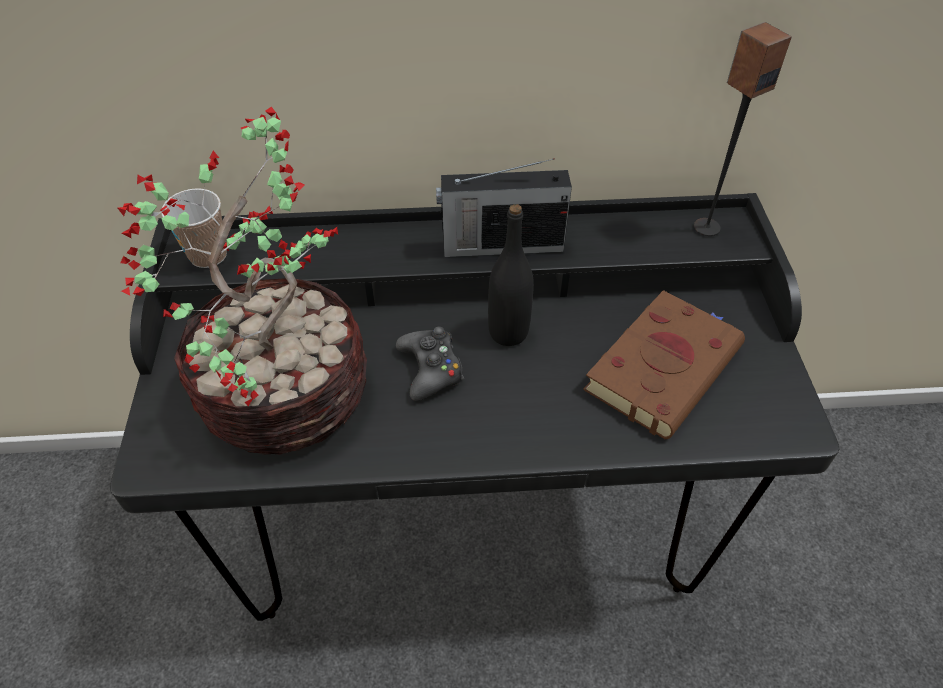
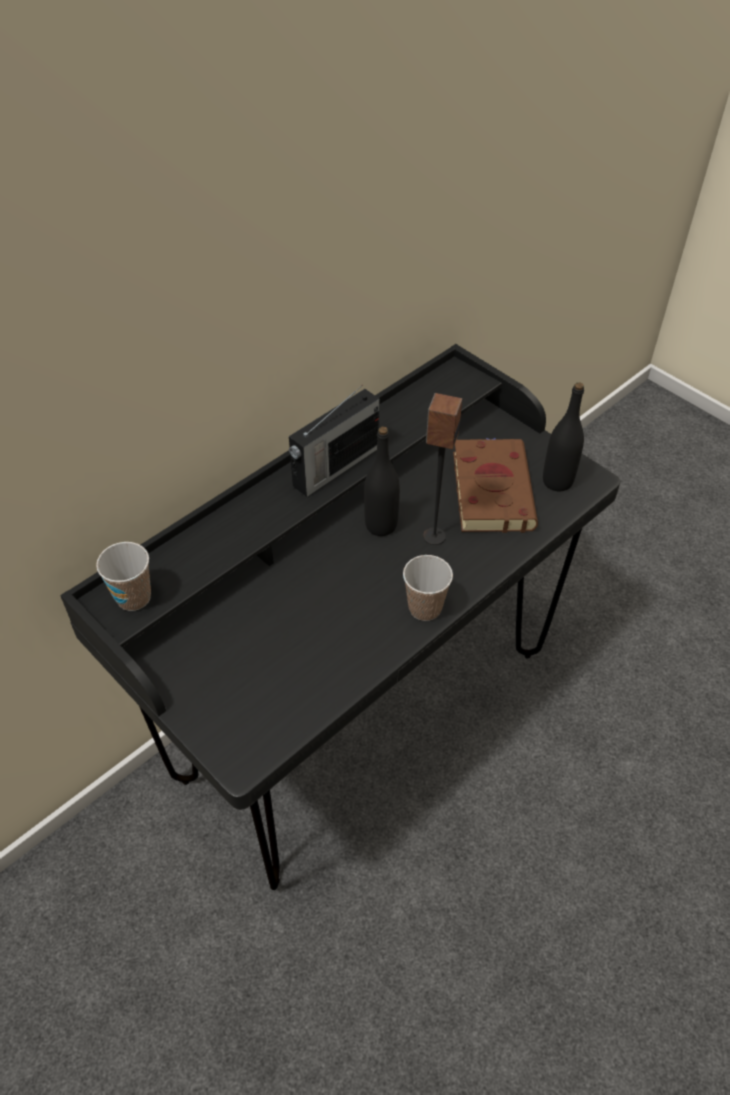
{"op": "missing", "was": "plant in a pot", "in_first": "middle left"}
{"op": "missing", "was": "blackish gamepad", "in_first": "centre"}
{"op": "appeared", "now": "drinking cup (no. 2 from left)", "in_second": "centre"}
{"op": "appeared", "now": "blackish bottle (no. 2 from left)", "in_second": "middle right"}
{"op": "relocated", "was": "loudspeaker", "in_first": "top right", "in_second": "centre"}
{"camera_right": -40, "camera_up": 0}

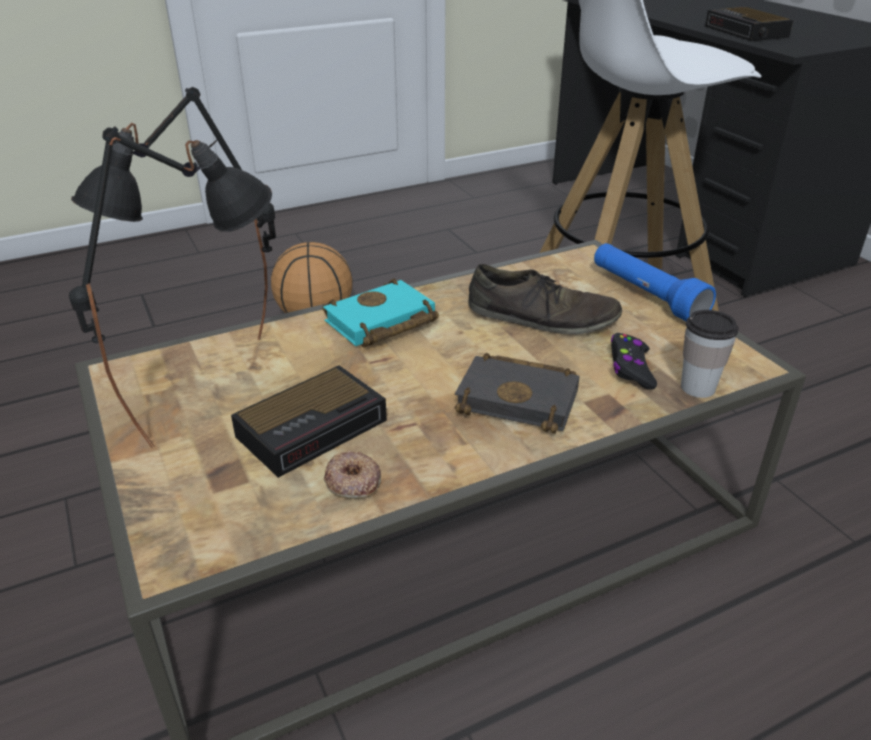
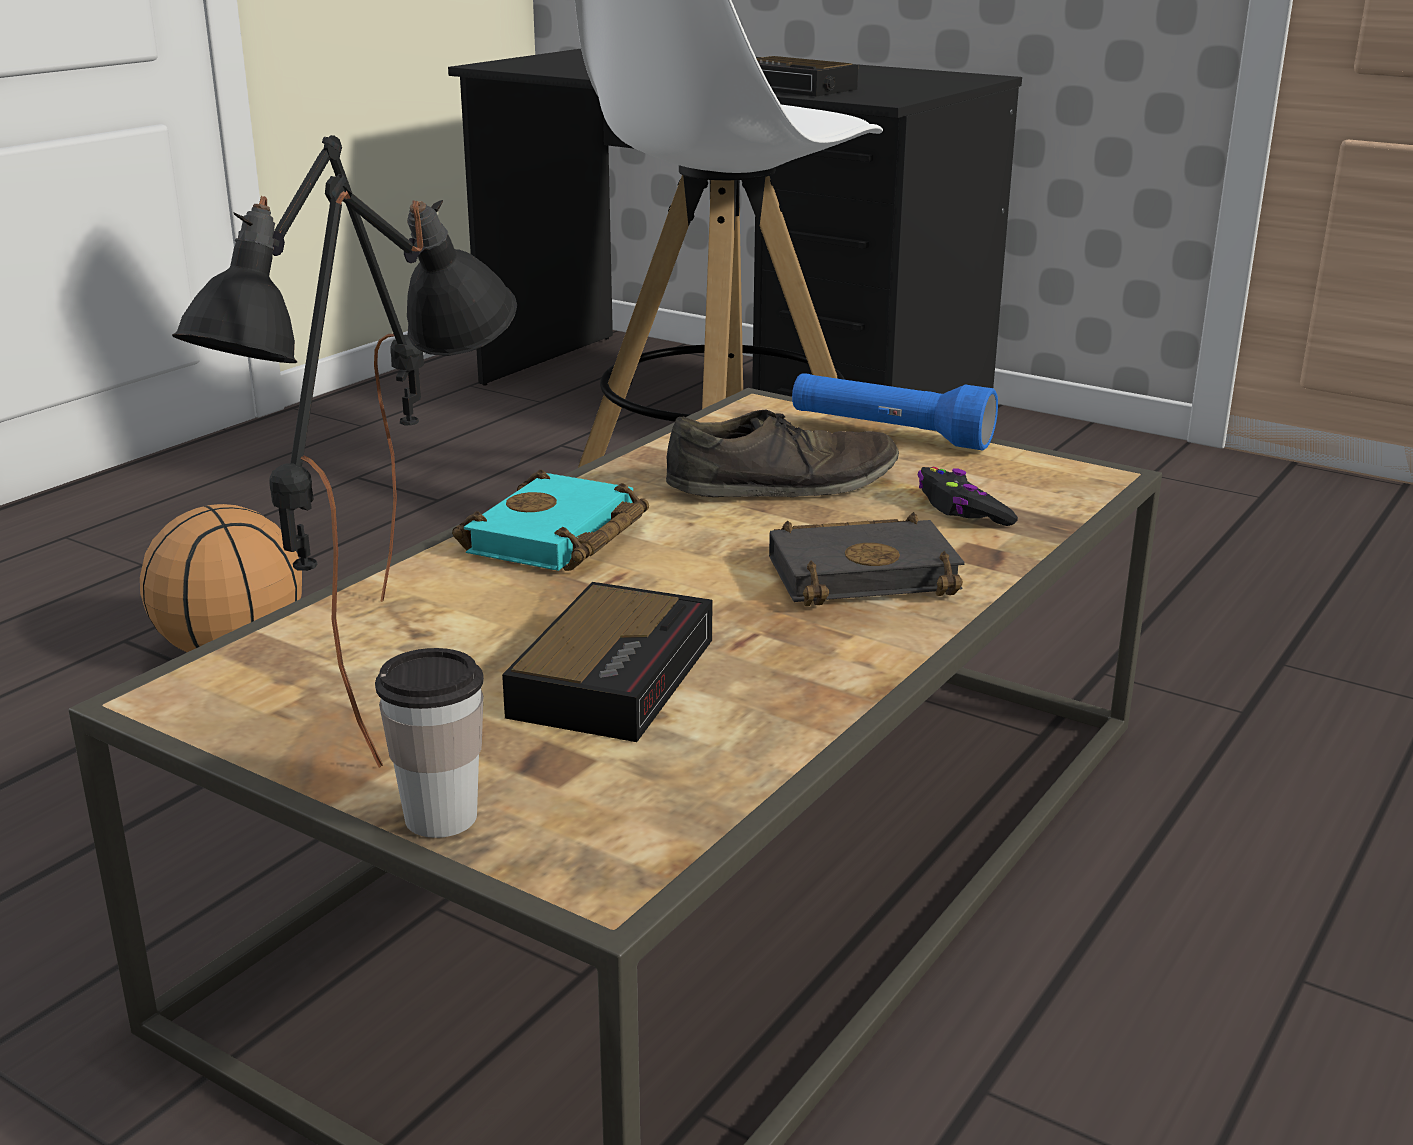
{"op": "missing", "was": "doughnut", "in_first": "centre"}
{"op": "relocated", "was": "drinking cup", "in_first": "middle right", "in_second": "middle left"}
{"camera_right": -30, "camera_up": -10}

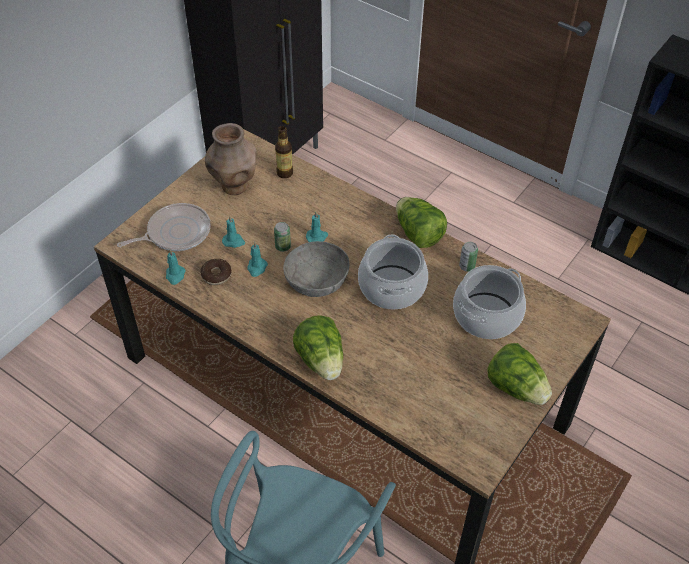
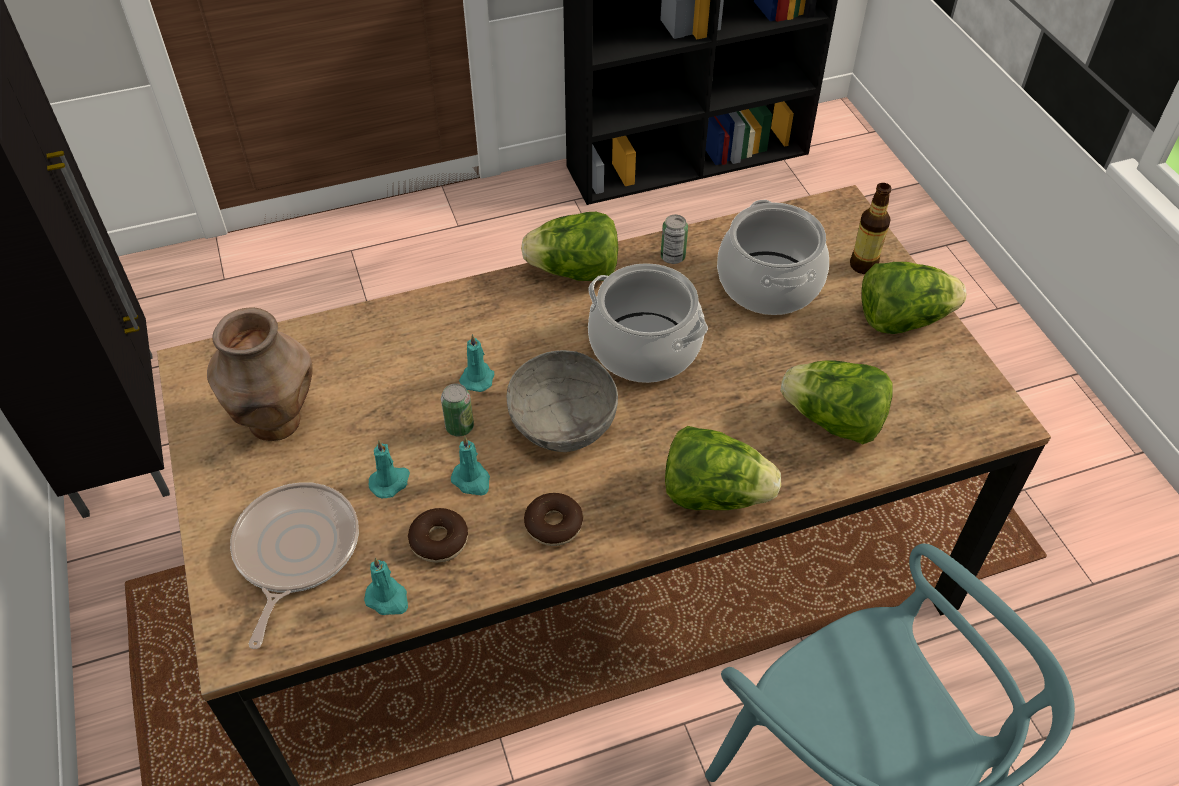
{"op": "appeared", "now": "doughnut (no. 2 from left)", "in_second": "centre"}
{"op": "appeared", "now": "lettuce head (no. 3 from left)", "in_second": "middle right"}
{"op": "relocated", "was": "bottle", "in_first": "top centre", "in_second": "top right"}
{"camera_right": -55, "camera_up": 0}

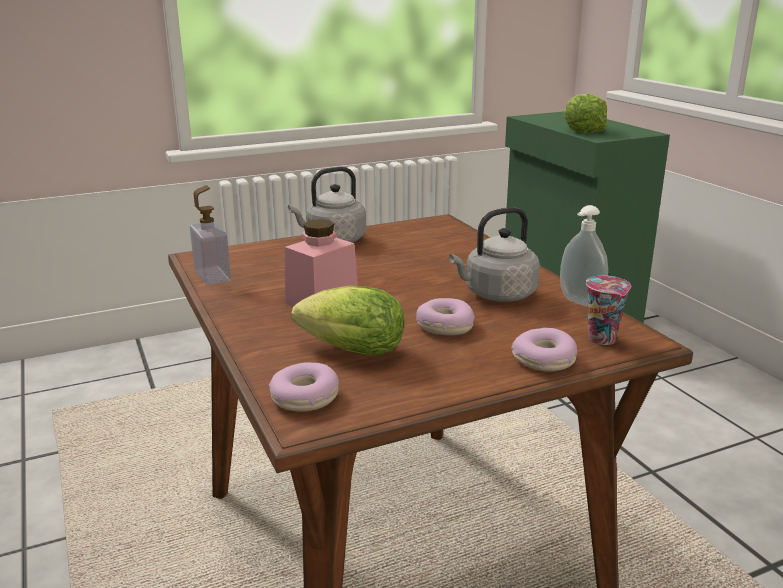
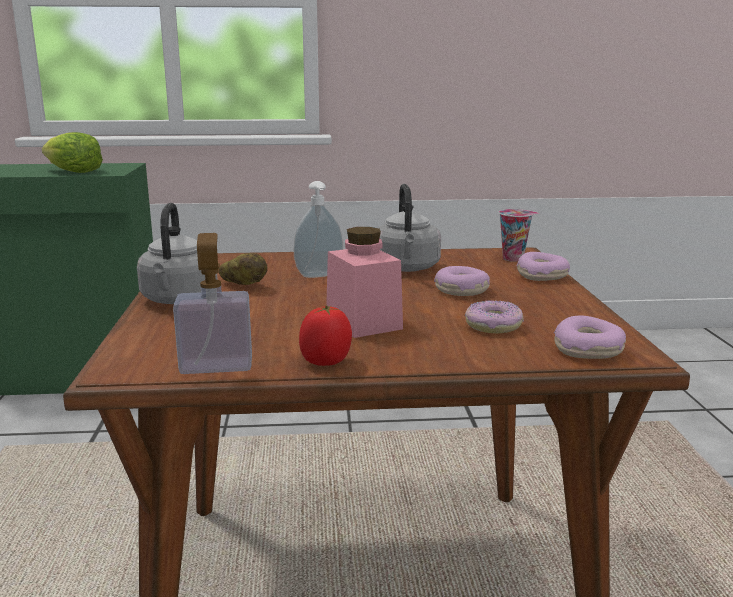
{"op": "appeared", "now": "whole potato", "in_second": "middle left"}
{"op": "appeared", "now": "tomato", "in_second": "centre"}
{"op": "relocated", "was": "soap bottle (no. 2 from left)", "in_first": "middle right", "in_second": "centre"}
{"op": "exchanged", "was": "lettuce head (no. 1 from left)", "now": "doughnut (no. 2 from left)", "in_first": "centre", "in_second": "middle right"}
{"camera_right": -70, "camera_up": -5}

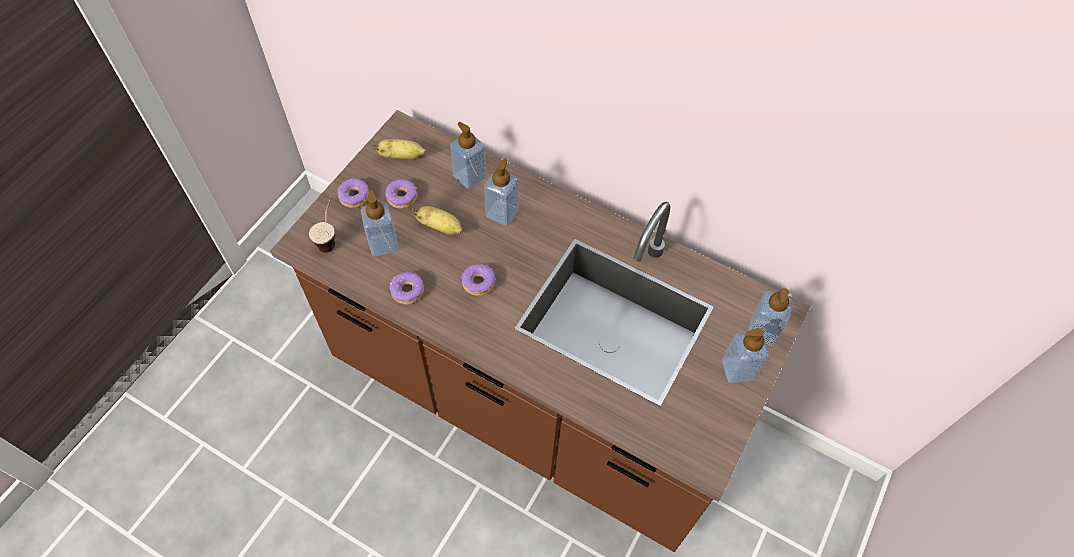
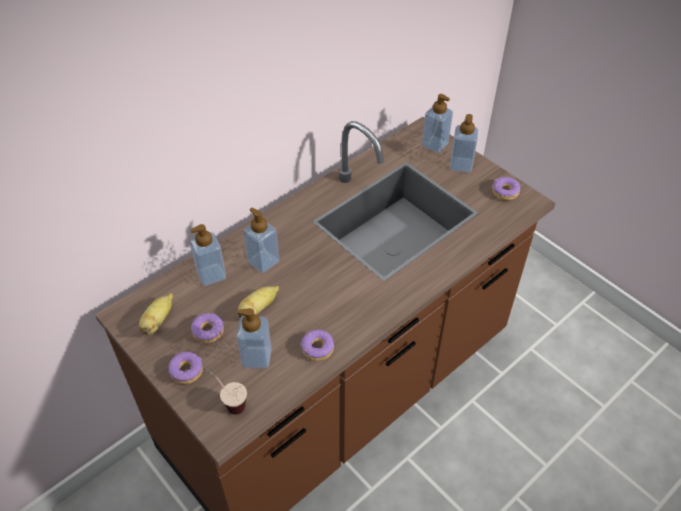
{"op": "relocated", "was": "doughnut (no. 4 from left)", "in_first": "centre", "in_second": "middle right"}
{"camera_right": -70, "camera_up": -10}

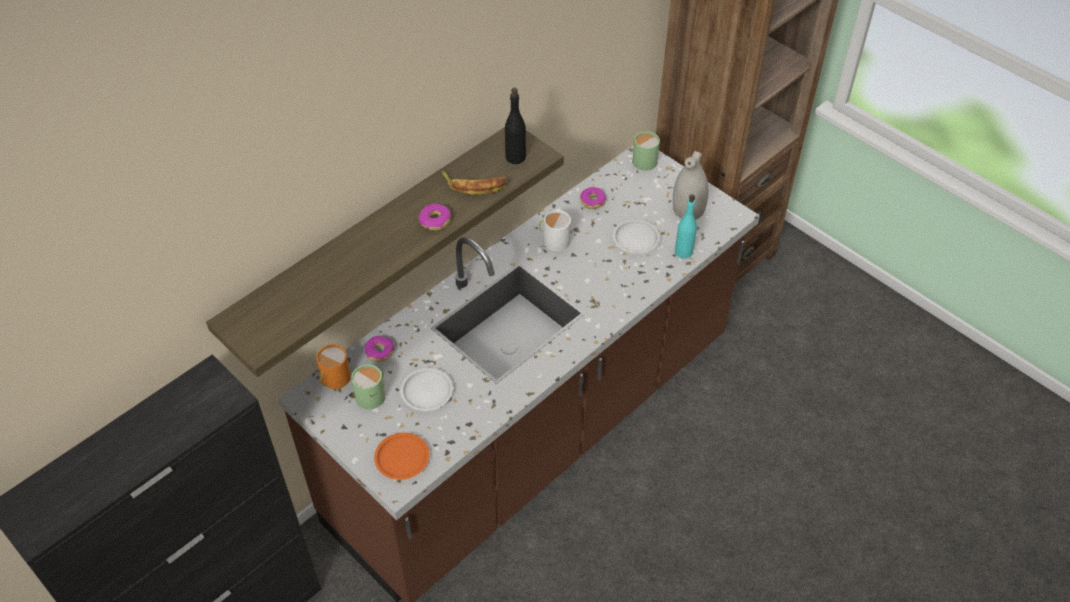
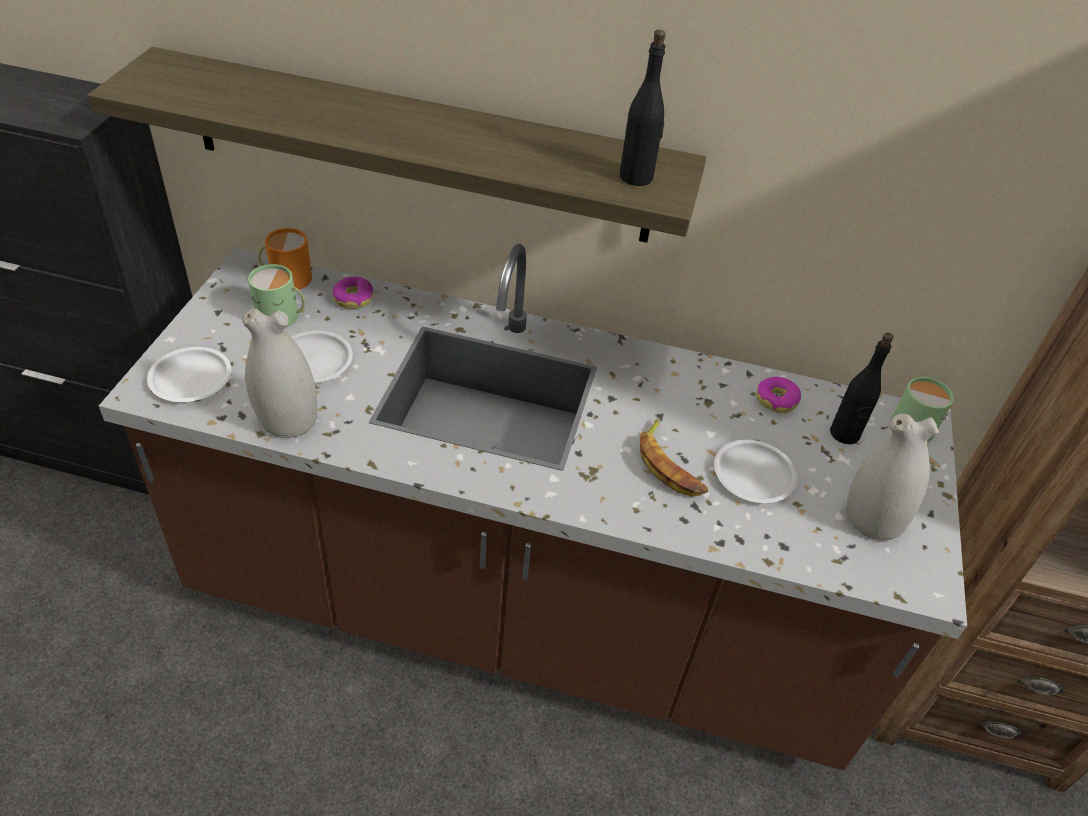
{"op": "missing", "was": "doughnut (no. 2 from left)", "in_first": "centre"}
{"op": "missing", "was": "white coffee mug", "in_first": "centre"}
{"op": "missing", "was": "turquoise bottle", "in_first": "centre"}
{"op": "appeared", "now": "white vase (no. 1 from left)", "in_second": "middle left"}
{"op": "appeared", "now": "blackish bottle (no. 2 from left)", "in_second": "middle right"}
{"op": "relocated", "was": "banana fruit", "in_first": "top centre", "in_second": "centre"}
{"op": "colour", "was": "orangey dinner plate", "now": "white dinner plate (no. 1 from left)", "in_first": "bottom centre", "in_second": "middle left"}
{"camera_right": 55, "camera_up": -5}

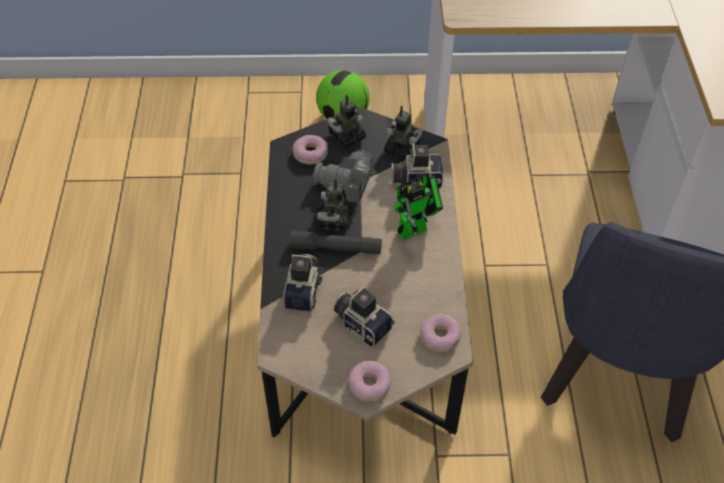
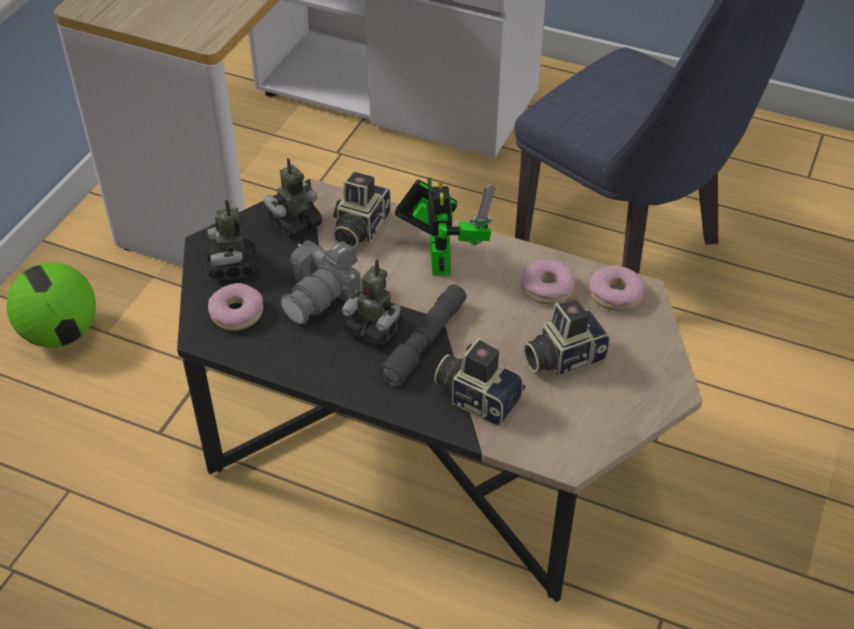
{"op": "relocated", "was": "doughnut (no. 2 from left)", "in_first": "bottom centre", "in_second": "centre"}
{"camera_right": -65, "camera_up": -5}

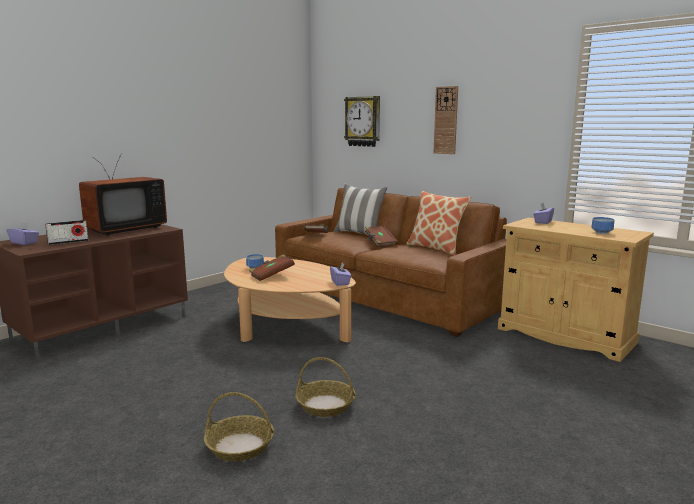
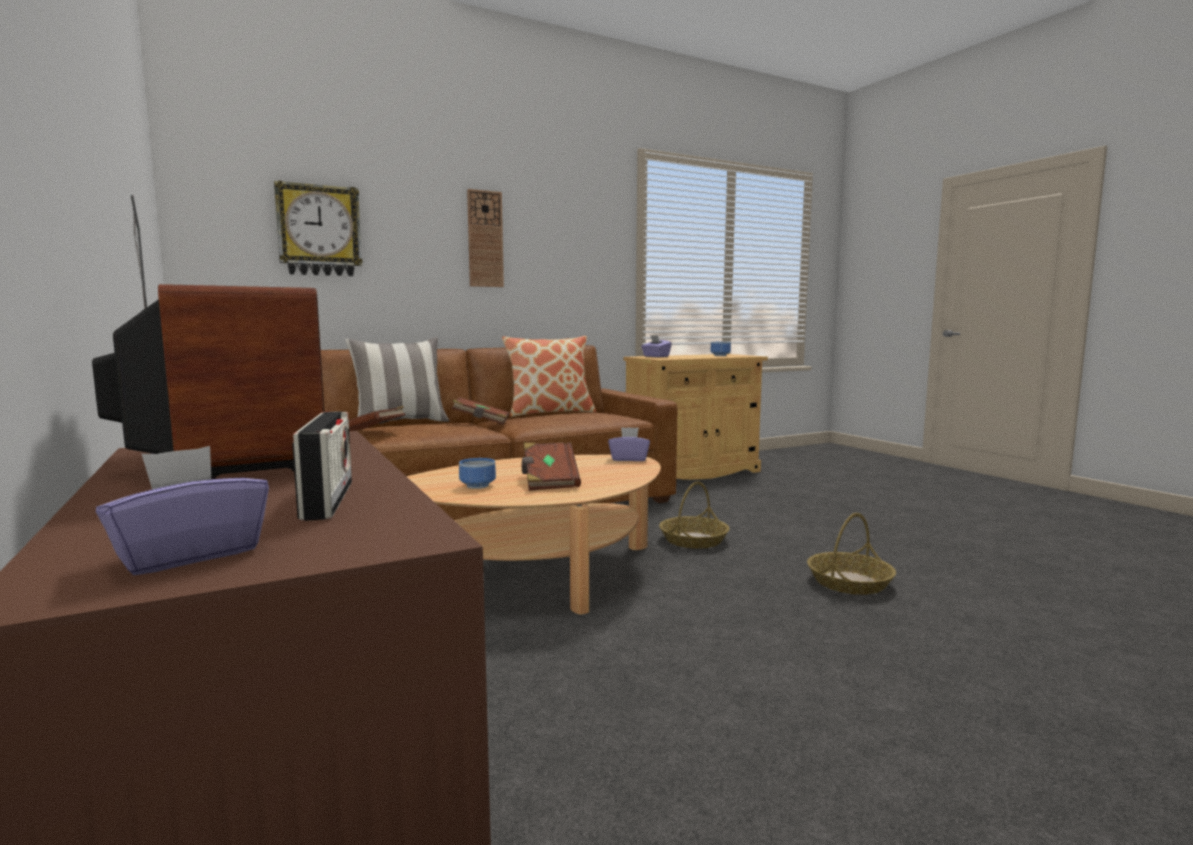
{"op": "relocated", "was": "basket (no. 1 from left)", "in_first": "bottom centre", "in_second": "centre"}
{"camera_right": -70, "camera_up": -5}

